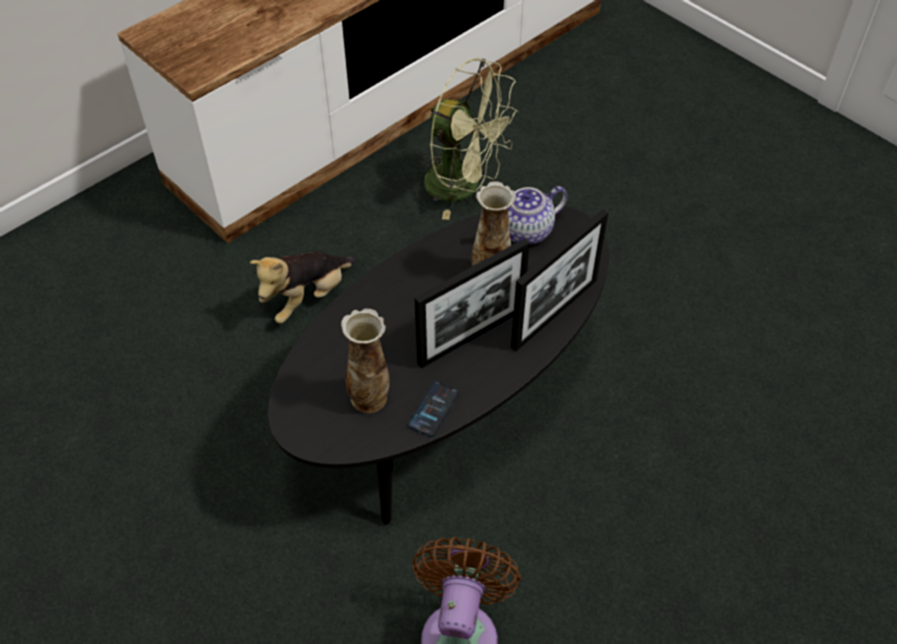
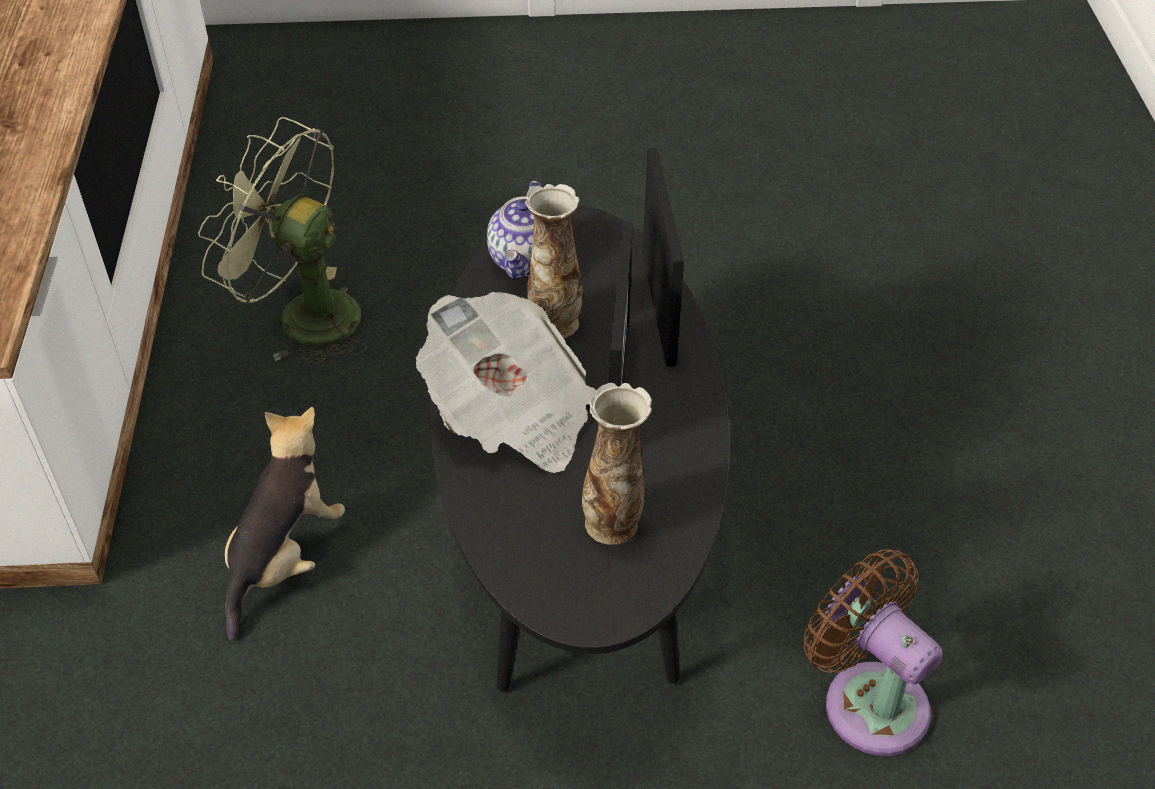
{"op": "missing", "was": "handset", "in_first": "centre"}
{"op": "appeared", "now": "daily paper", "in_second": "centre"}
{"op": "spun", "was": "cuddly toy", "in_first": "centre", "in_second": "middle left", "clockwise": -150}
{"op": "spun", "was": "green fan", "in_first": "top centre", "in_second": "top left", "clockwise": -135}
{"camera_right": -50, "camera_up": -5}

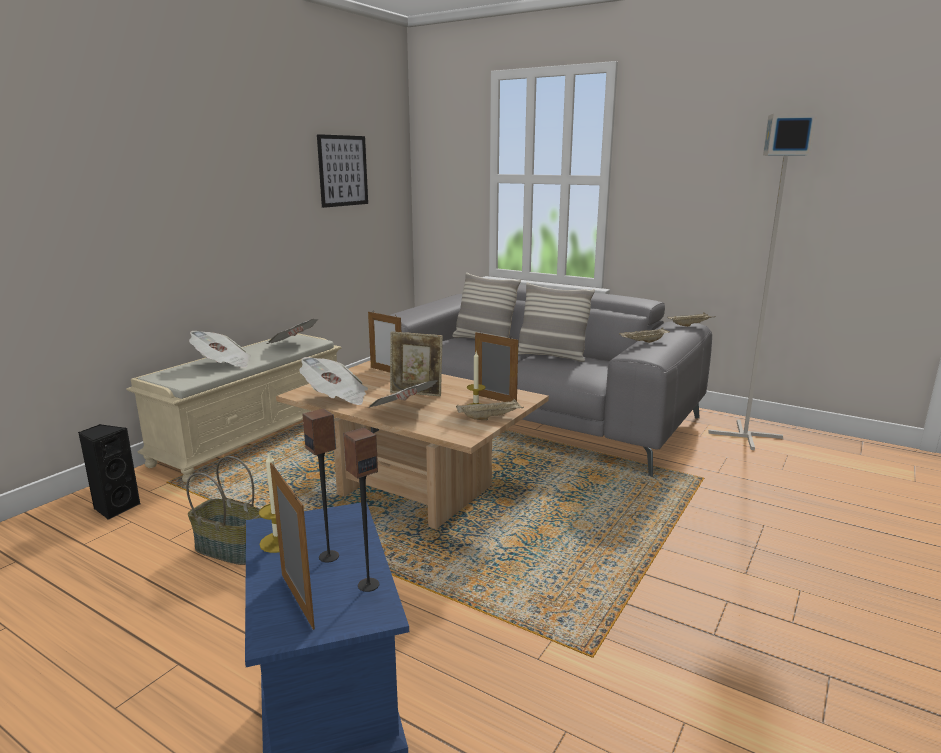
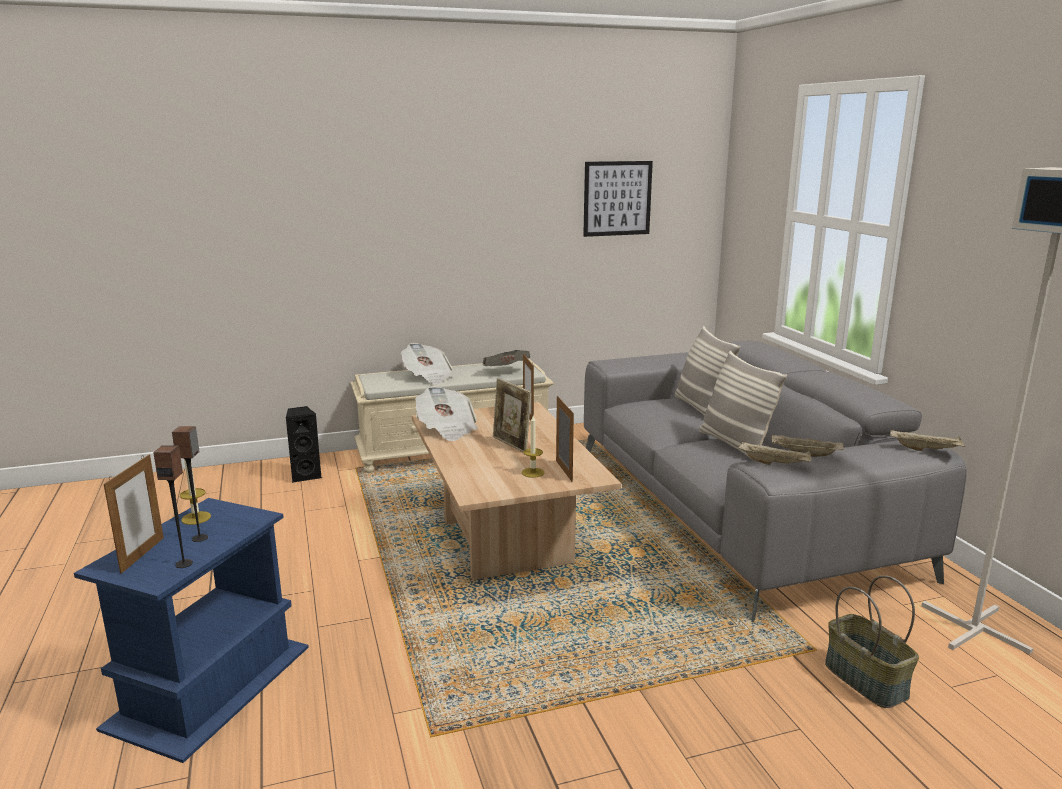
{"op": "missing", "was": "daily paper (no. 4 from left)", "in_first": "centre"}
{"op": "relocated", "was": "basket", "in_first": "bottom left", "in_second": "bottom right"}
{"op": "relocated", "was": "beige-coloured carrying tray (no. 1 from left)", "in_first": "centre", "in_second": "middle right"}
{"camera_right": 40, "camera_up": 0}

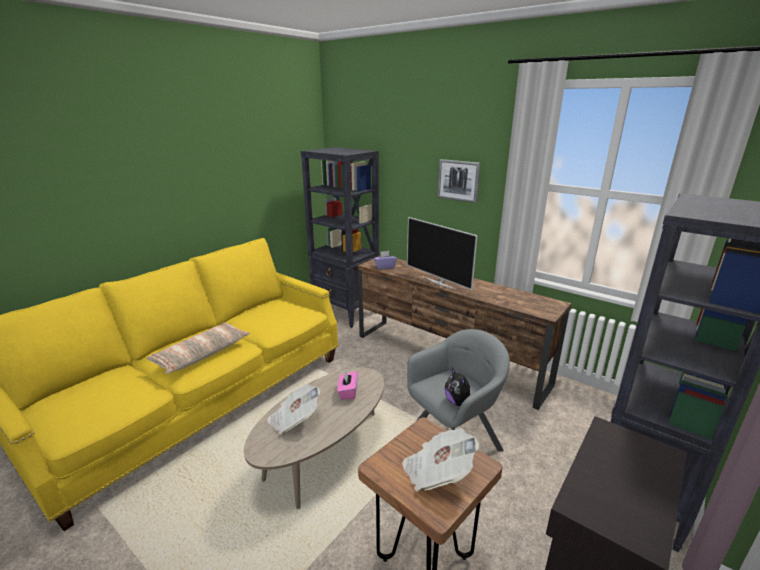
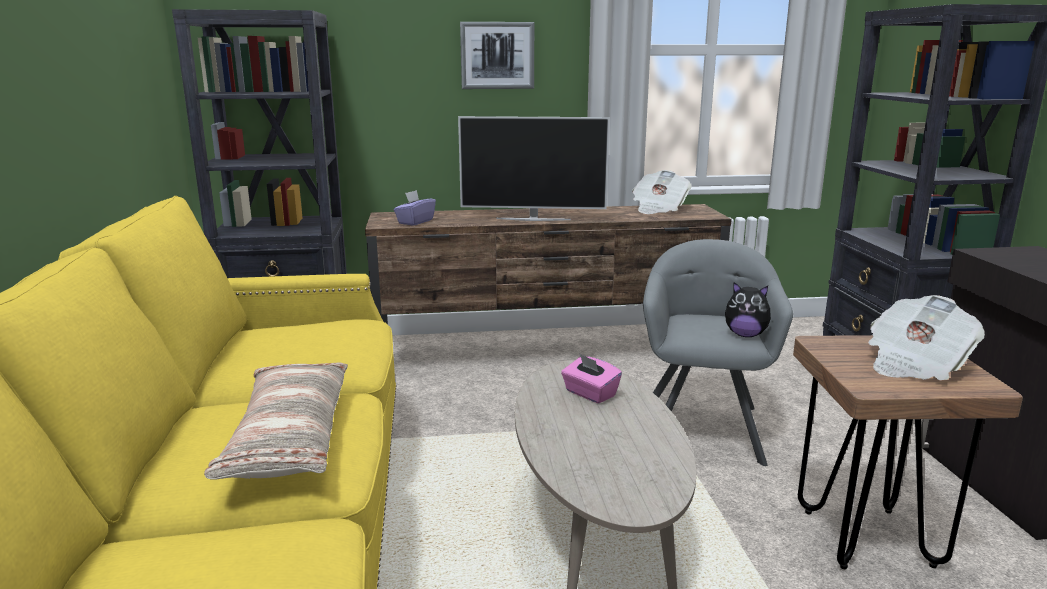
{"op": "relocated", "was": "daily paper (no. 1 from left)", "in_first": "bottom centre", "in_second": "top centre"}
{"camera_right": -45, "camera_up": -5}

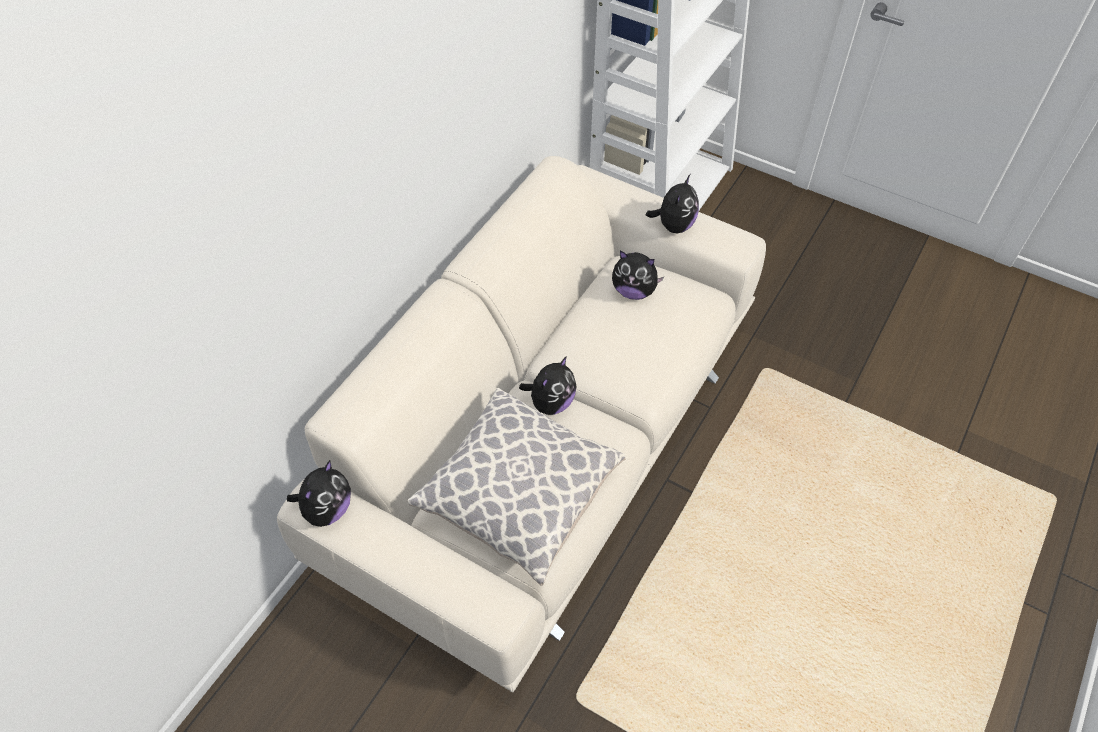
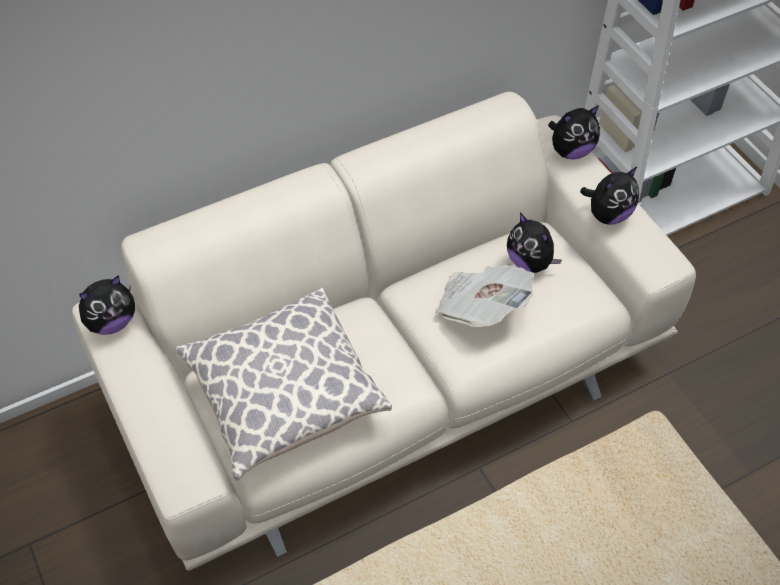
{"op": "appeared", "now": "daily paper", "in_second": "centre"}
{"op": "relocated", "was": "cuddly toy (no. 2 from left in the first image)", "now": "cuddly toy (no. 3 from left)", "in_first": "centre", "in_second": "top right"}
{"camera_right": 30, "camera_up": 0}

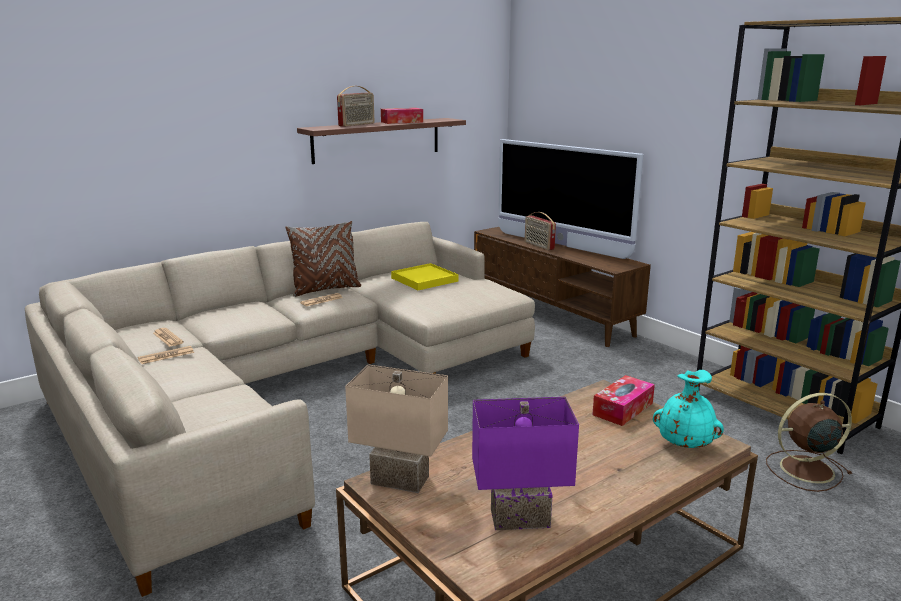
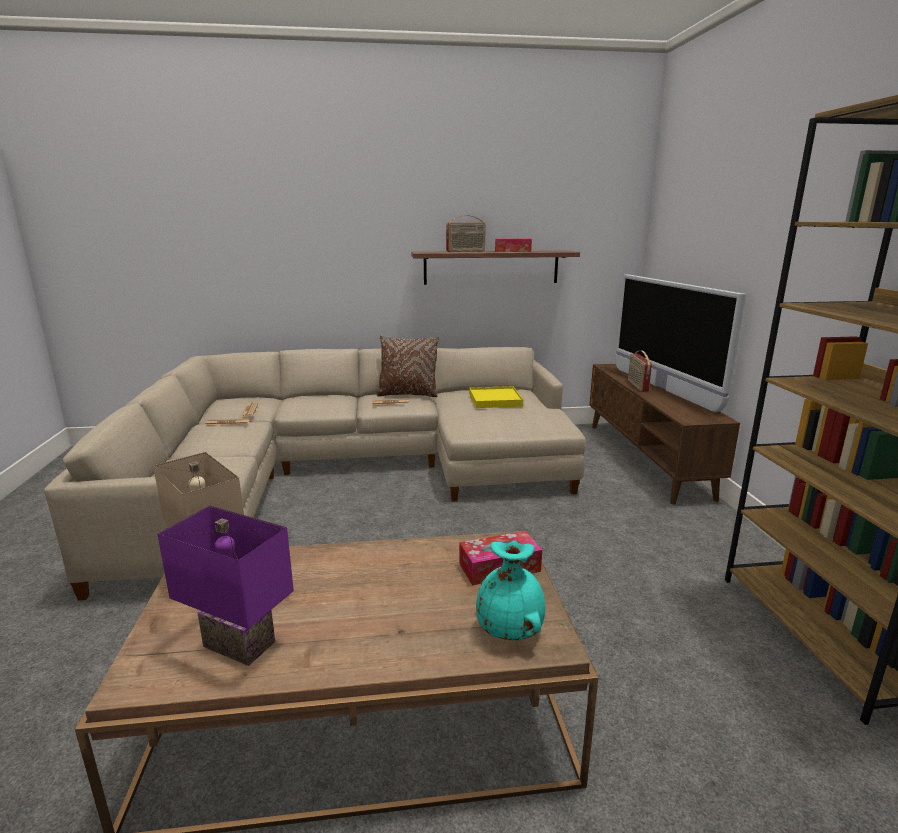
{"op": "missing", "was": "brown fan", "in_first": "bottom right"}
{"camera_right": 30, "camera_up": 0}

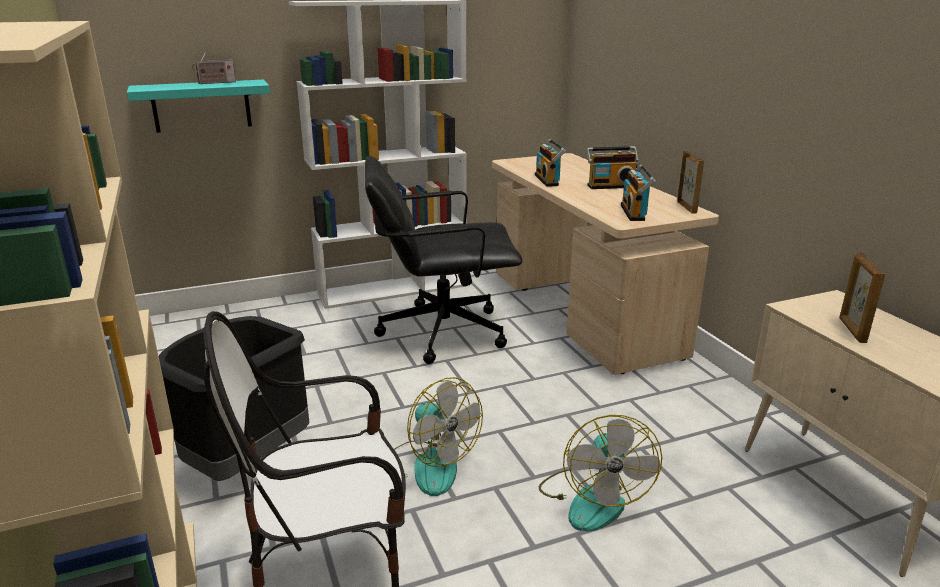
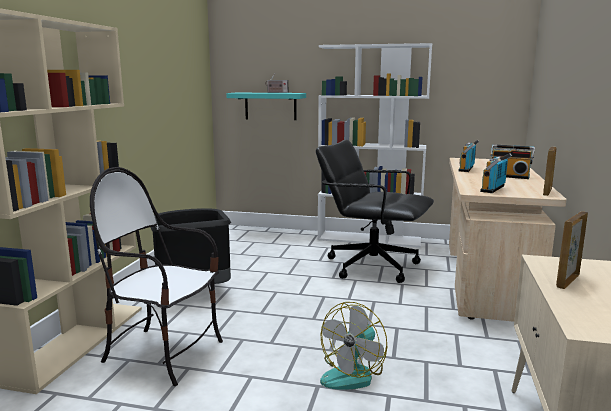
{"op": "missing", "was": "fan (no. 1 from left)", "in_first": "bottom centre"}
{"camera_right": 35, "camera_up": -10}

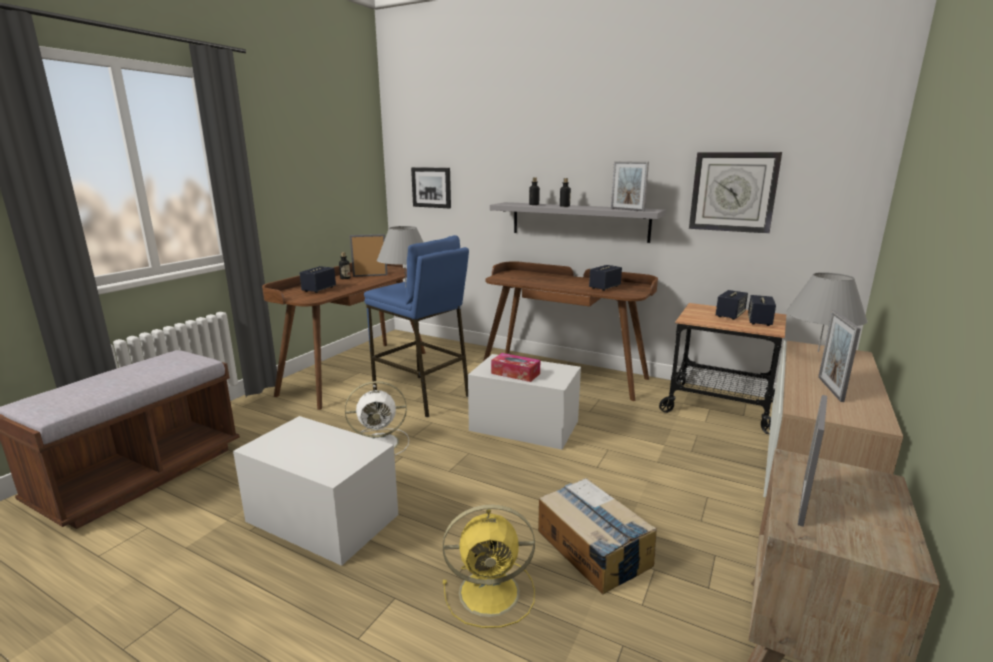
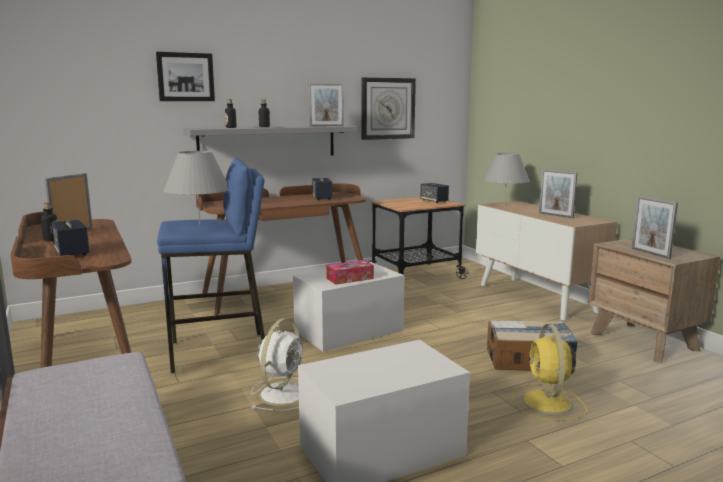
{"op": "missing", "was": "loudspeaker (no. 3 from left)", "in_first": "middle right"}
{"op": "relocated", "was": "wall picture", "in_first": "top centre", "in_second": "top left"}
{"op": "spun", "was": "yellow fan", "in_first": "bottom centre", "in_second": "bottom right", "clockwise": 150}
{"camera_right": -55, "camera_up": -5}

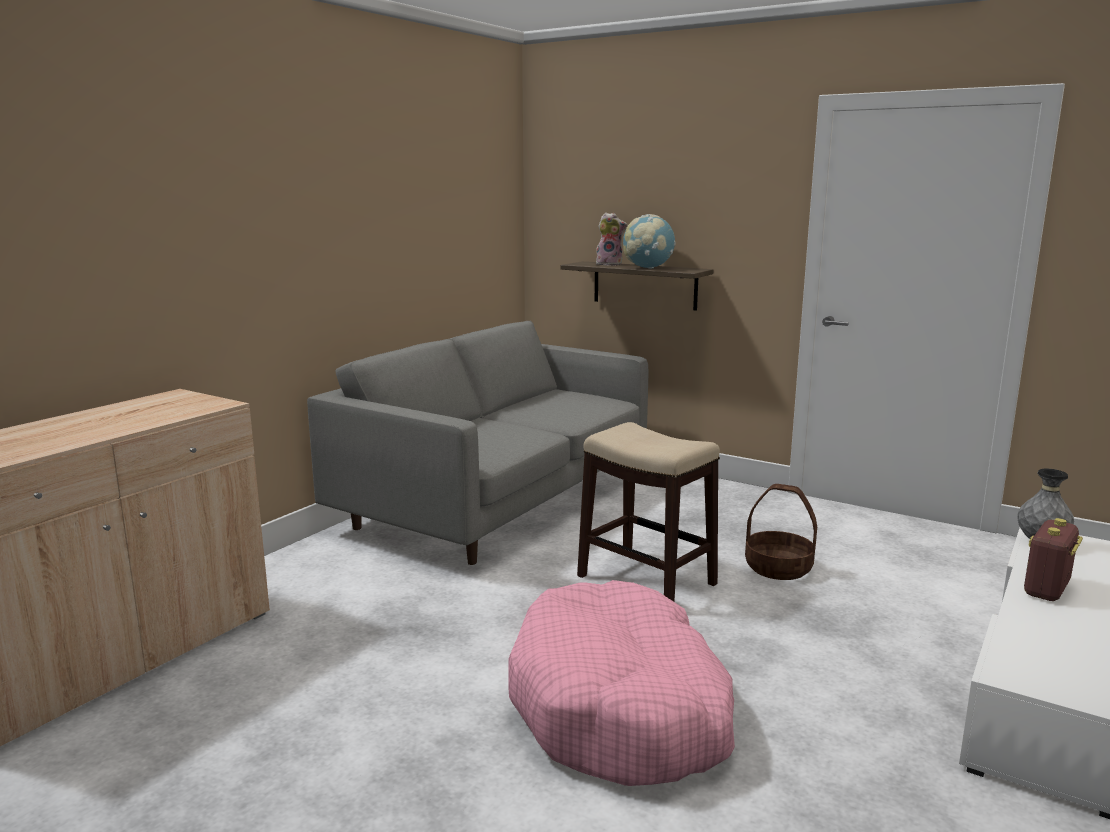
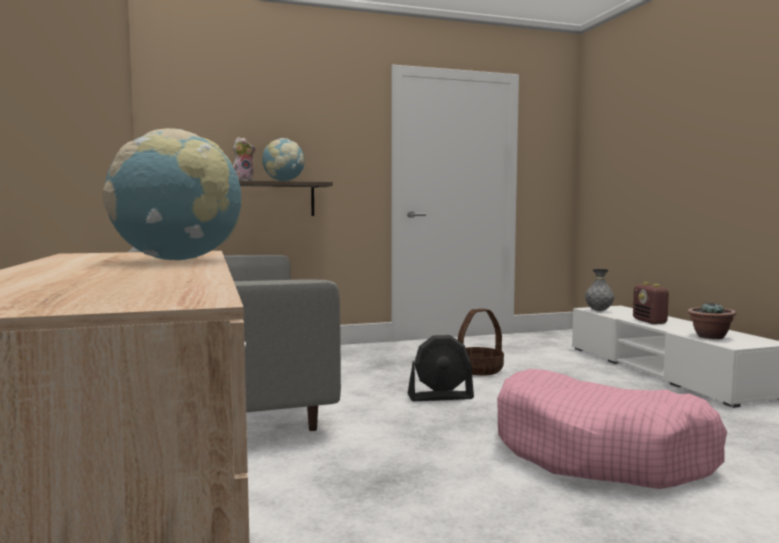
{"op": "appeared", "now": "world globe (no. 1 from left)", "in_second": "middle left"}
{"op": "appeared", "now": "plant in a pot", "in_second": "middle right"}
{"op": "exchanged", "was": "stool seat", "now": "blackish fan", "in_first": "centre", "in_second": "bottom centre"}
{"camera_right": -50, "camera_up": -10}

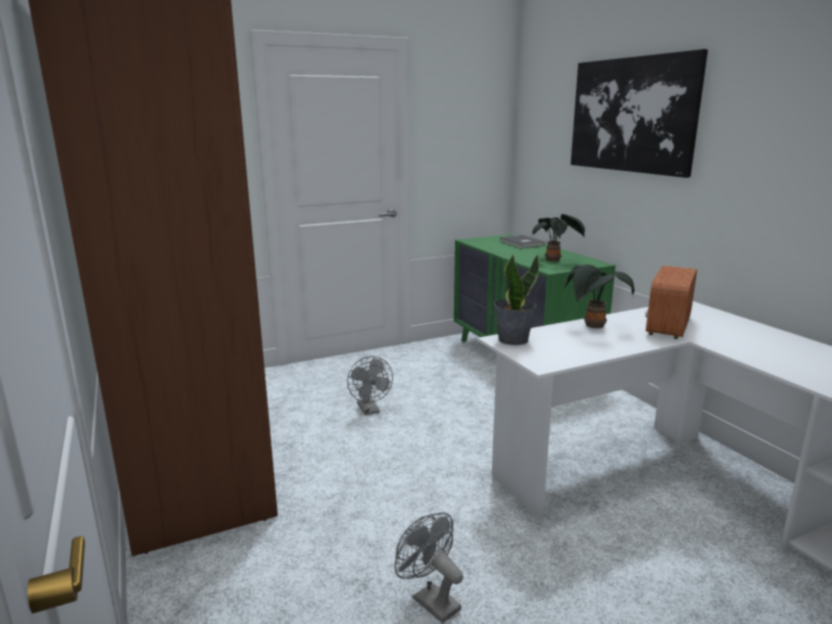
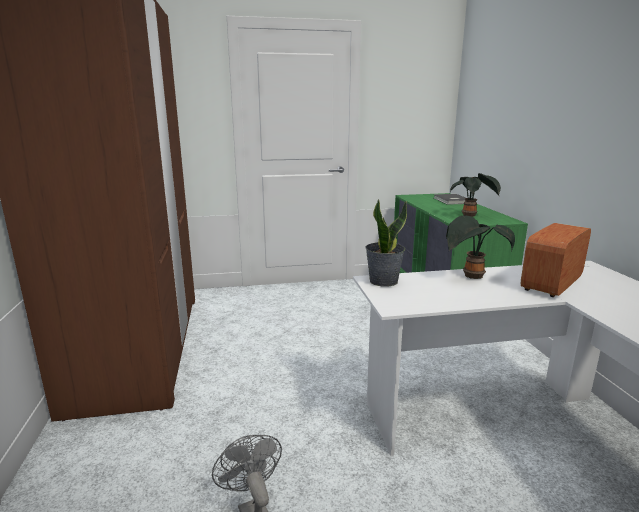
{"op": "missing", "was": "gray fan (no. 1 from left)", "in_first": "centre"}
{"op": "missing", "was": "wall picture", "in_first": "top right"}
{"camera_right": 15, "camera_up": 0}

